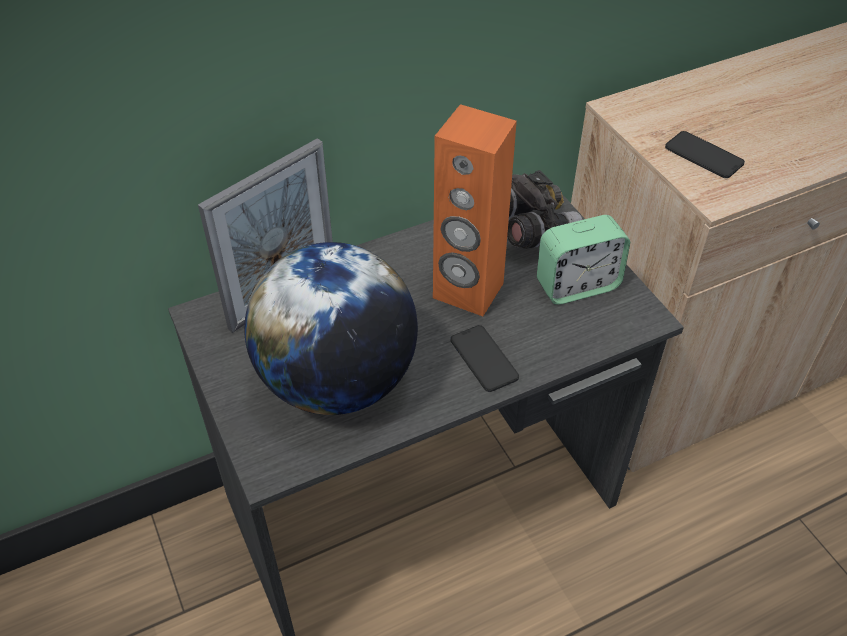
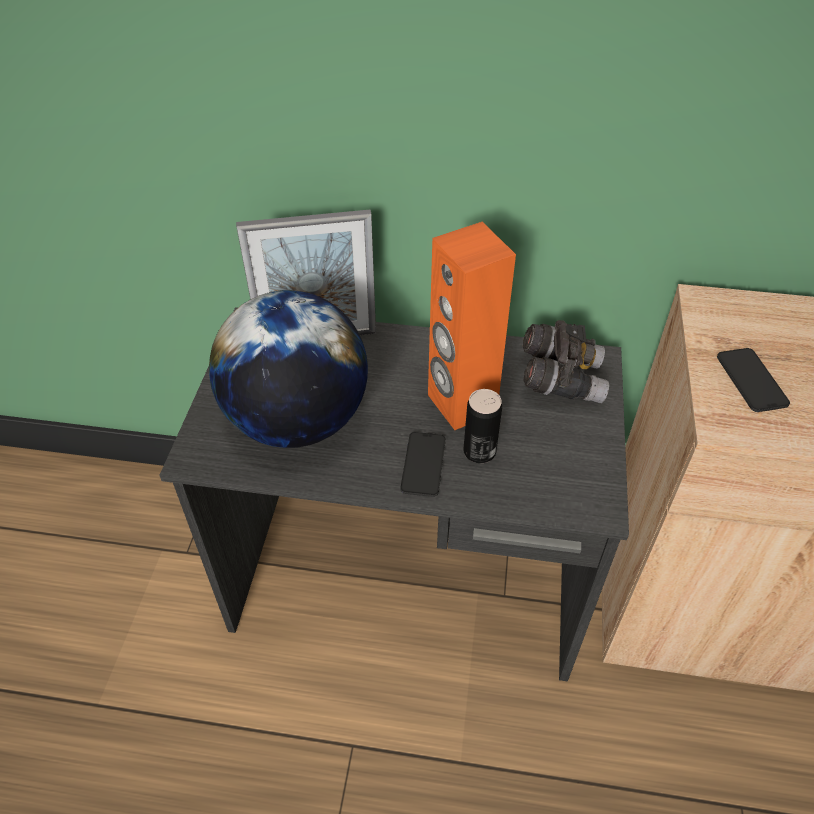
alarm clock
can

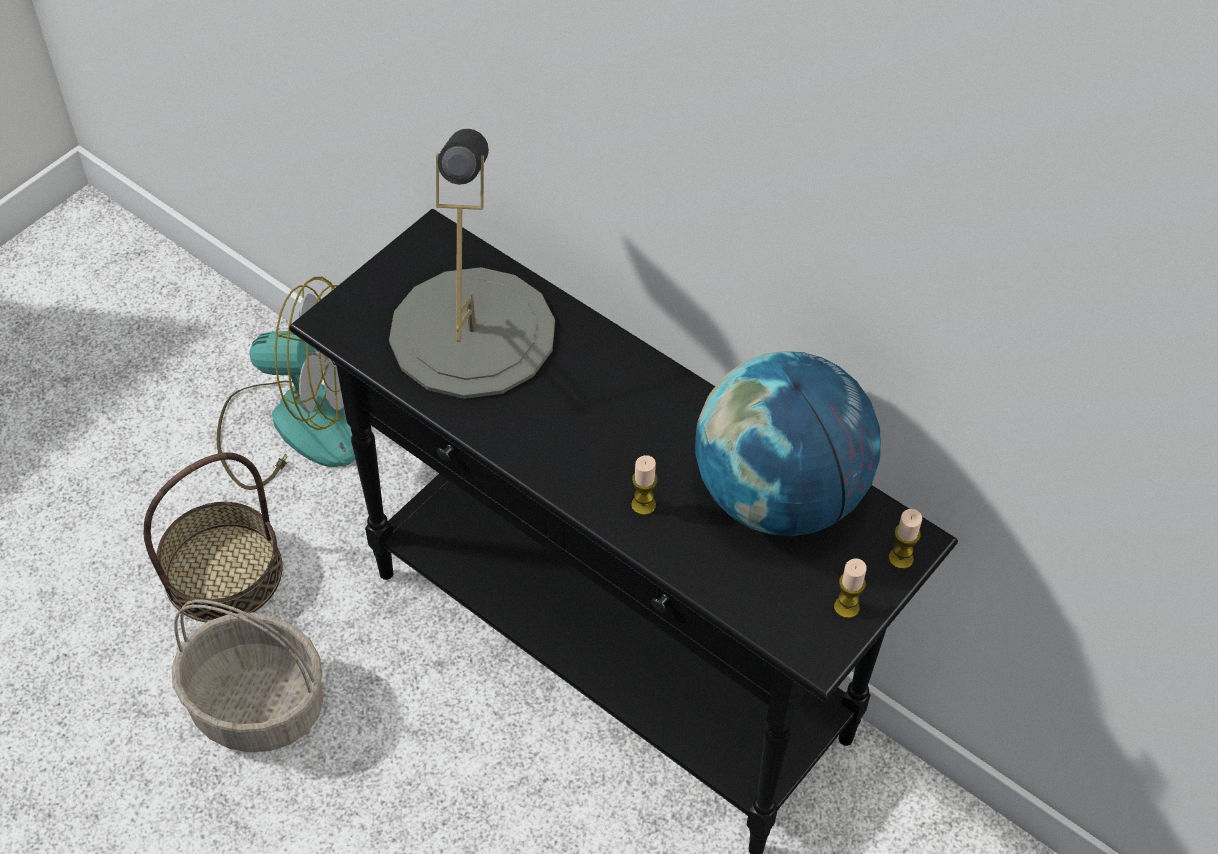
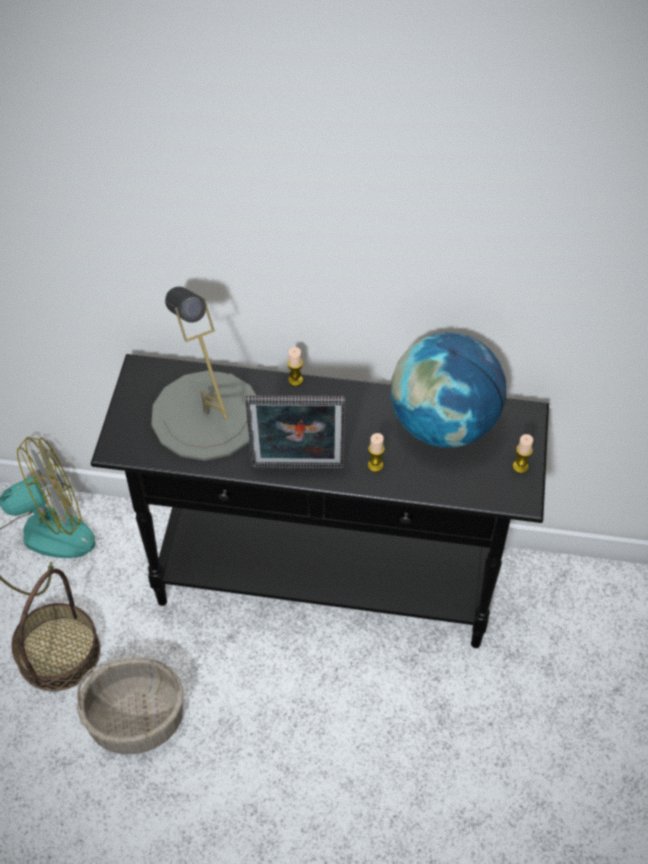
picture frame
candle (no. 1 from left)

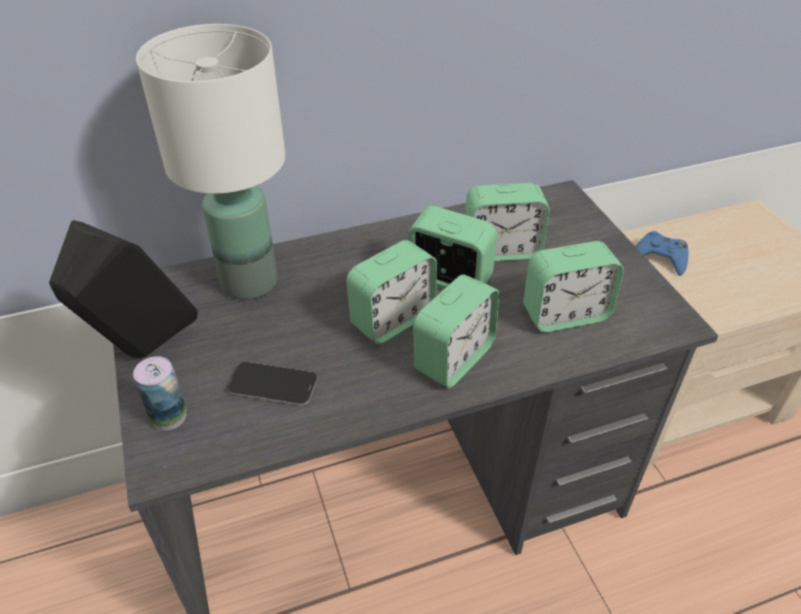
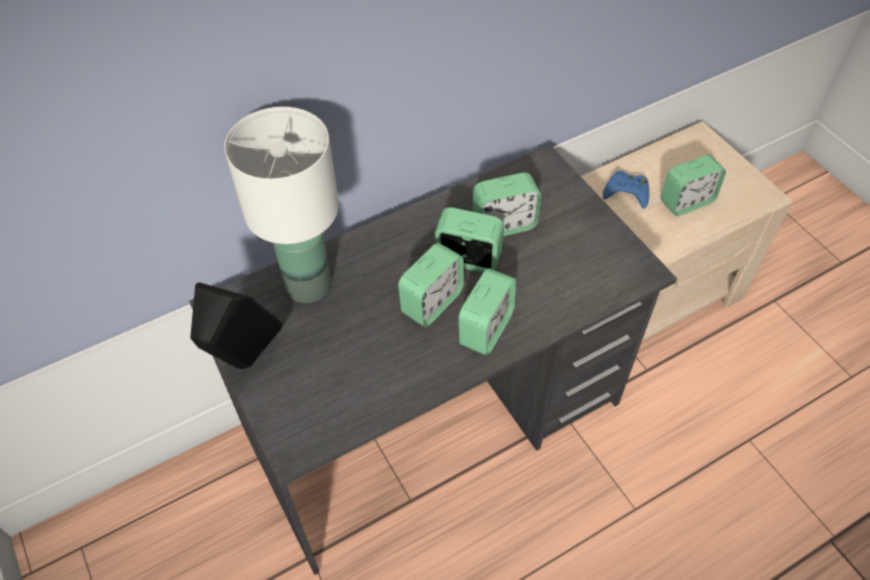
can
phone
alarm clock (no. 5 from left)

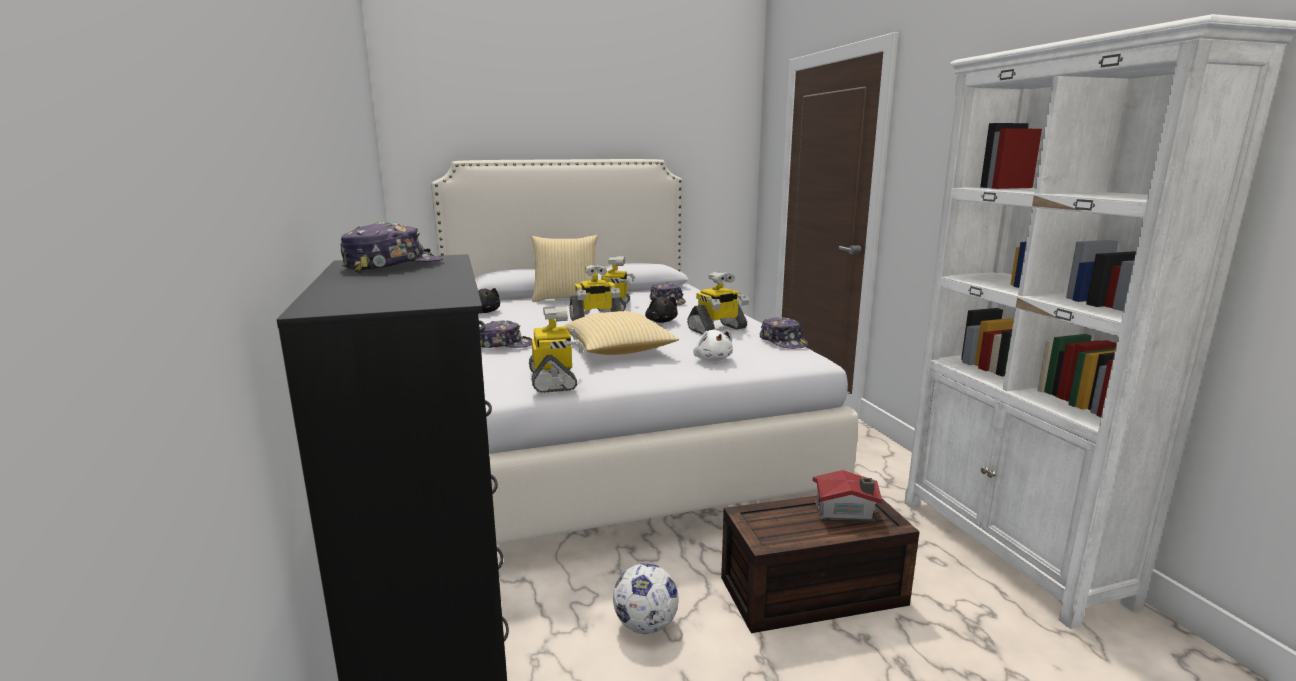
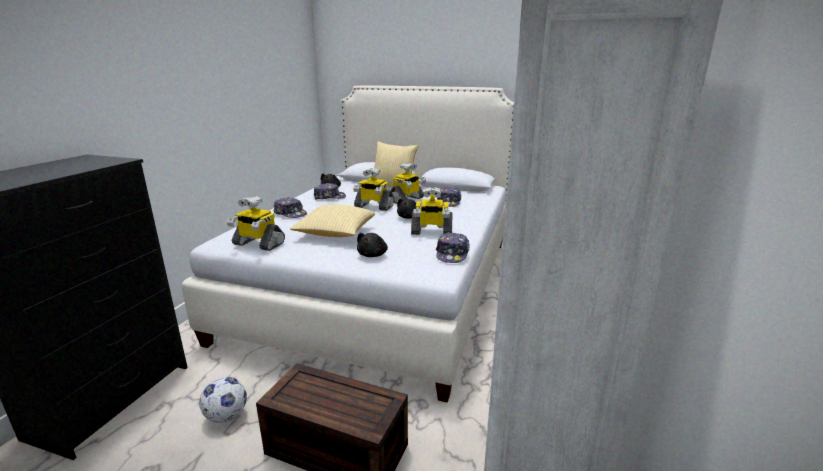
toy house
cap (no. 2 from left)
black plush toy (no. 2 from left)
toy robot (no. 1 from left)

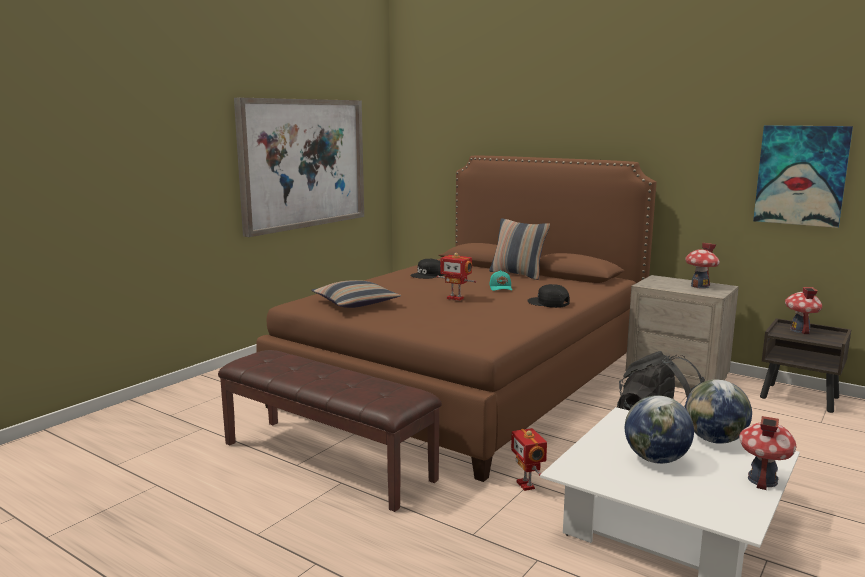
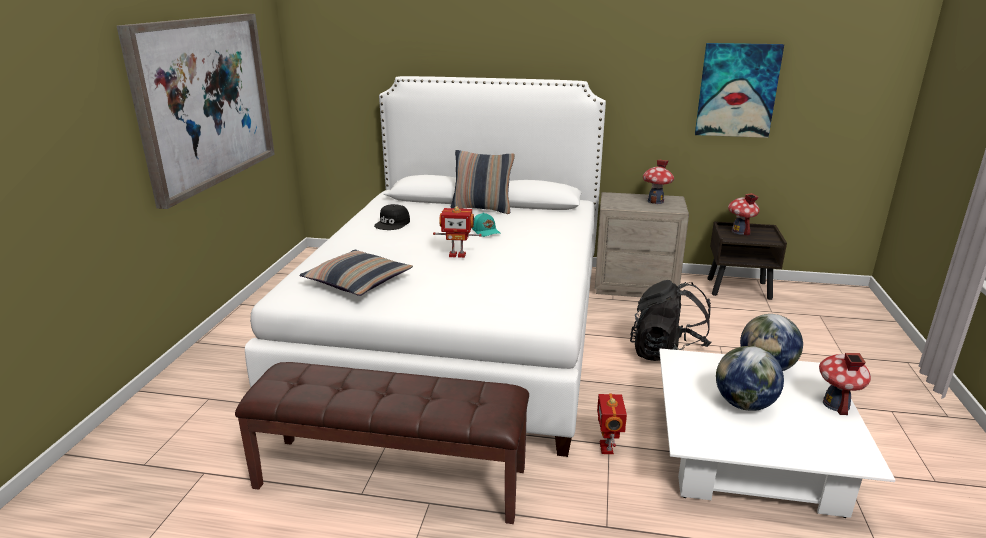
black cap (no. 2 from left in the first image)
white bed
toy robot (no. 2 from left)

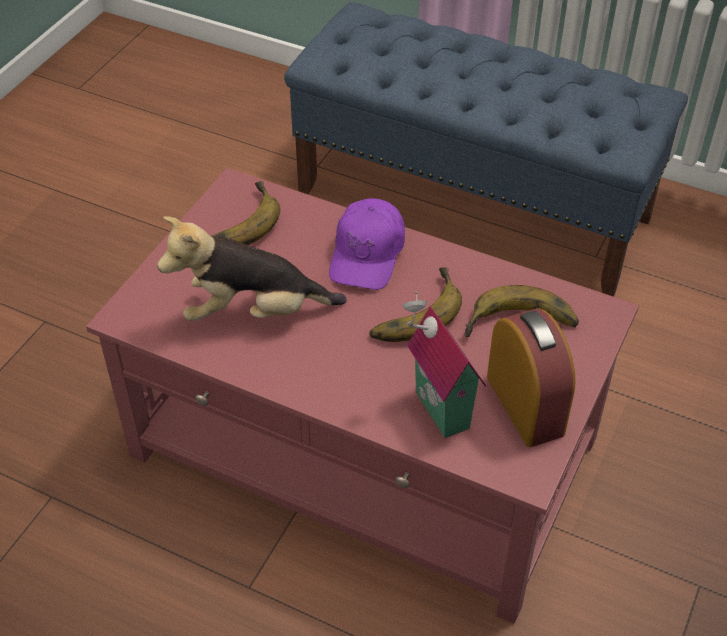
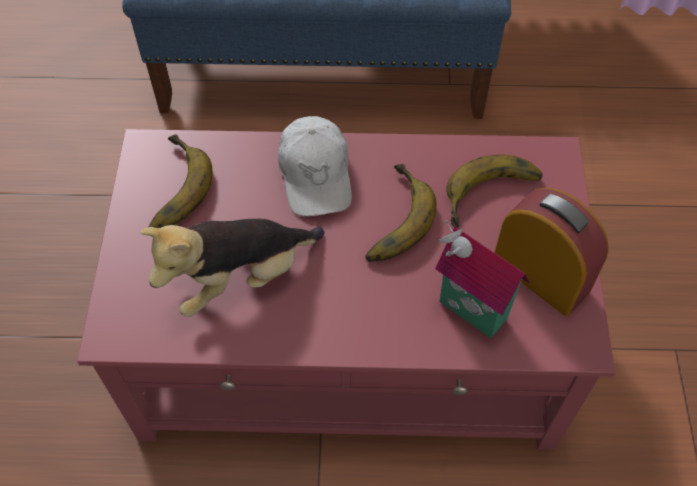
white cap

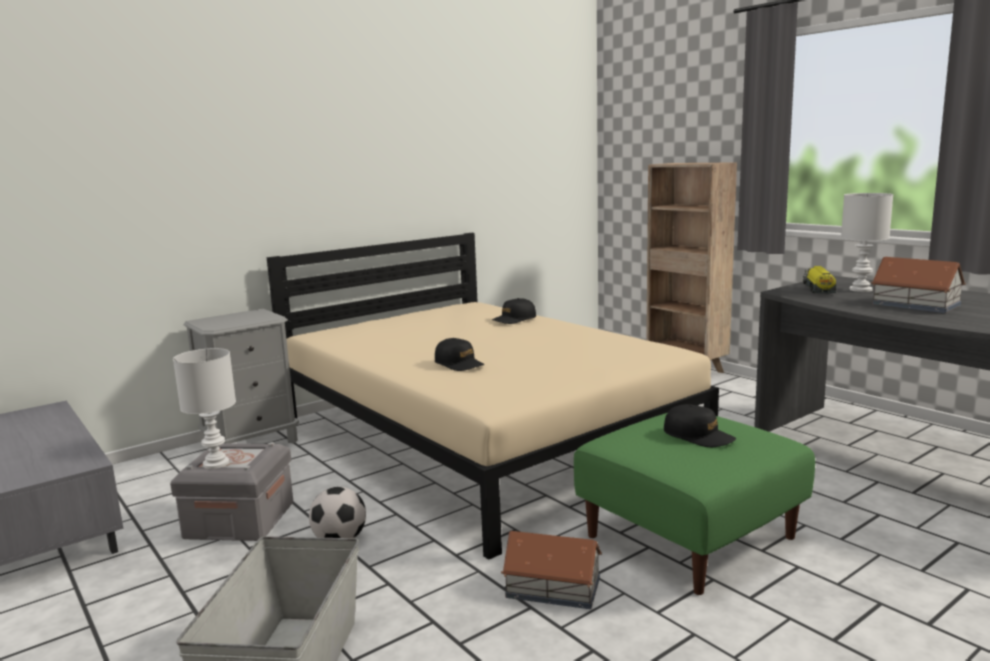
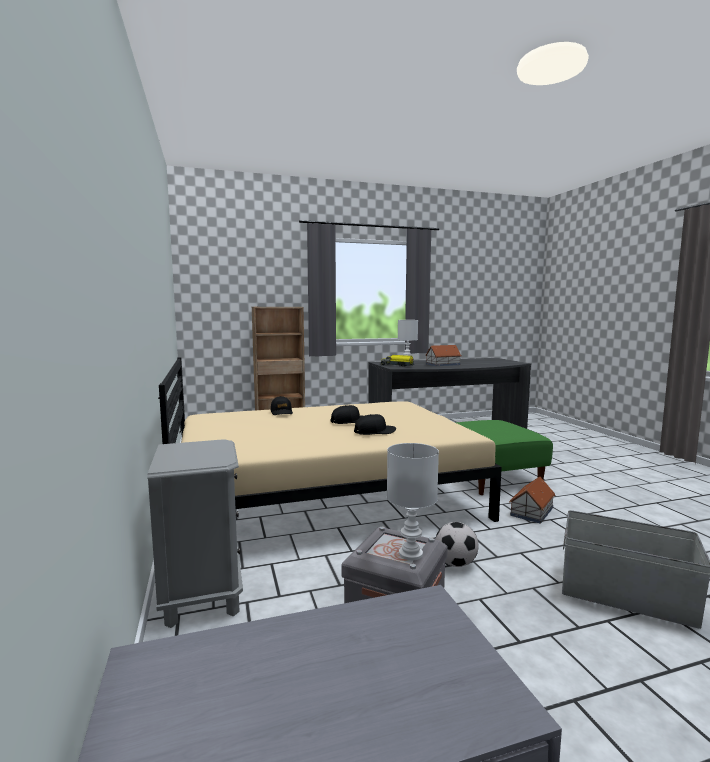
black cap (no. 2 from left)

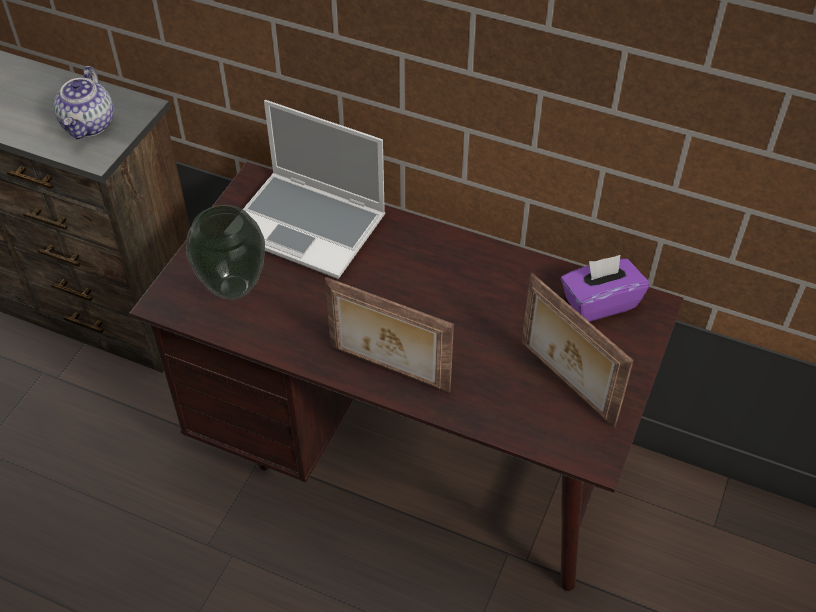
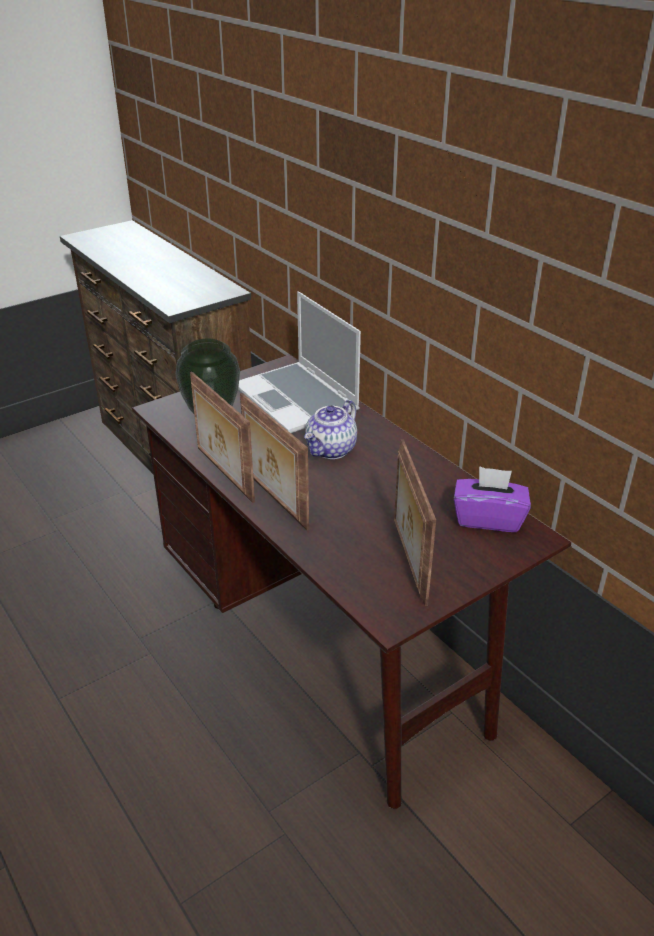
picture frame (no. 1 from left)
teapot

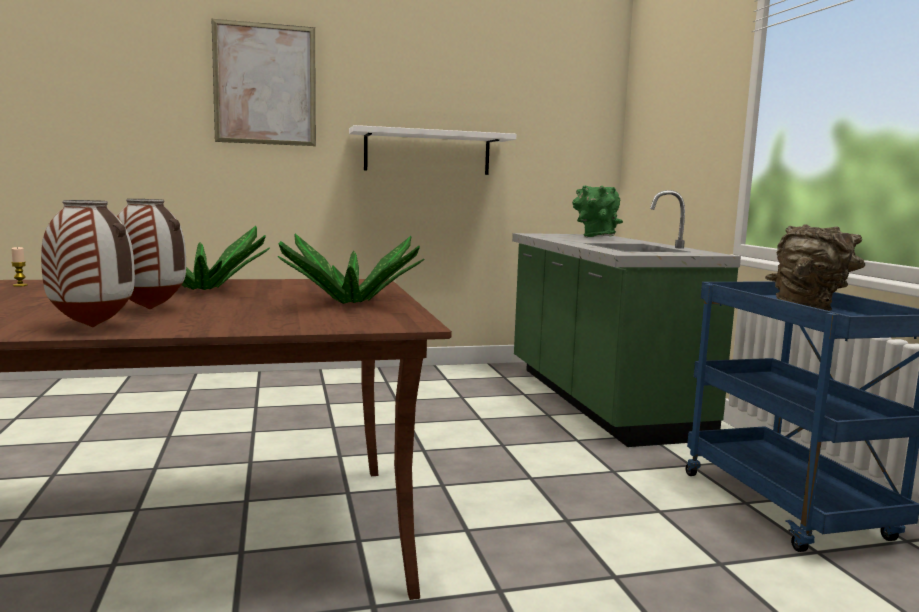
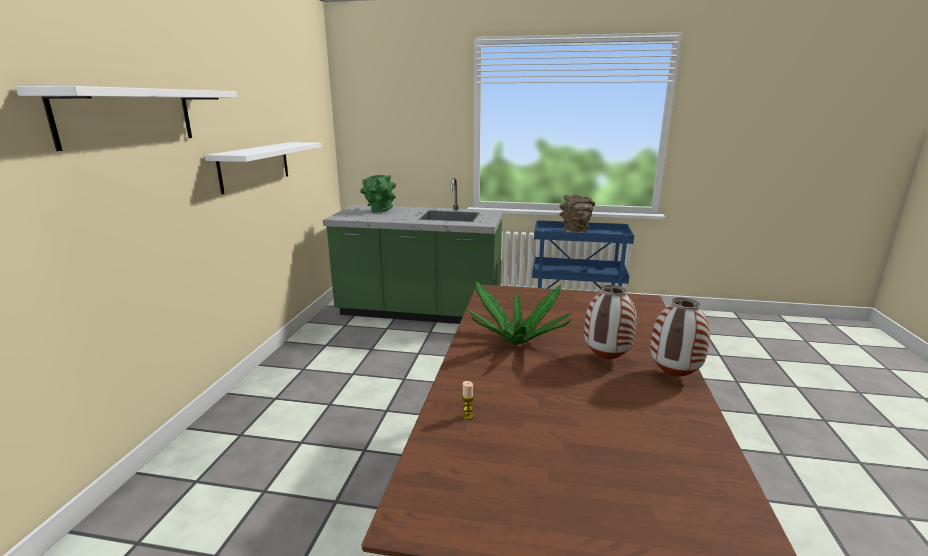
potted plant (no. 2 from left in the first image)
white shelf (no. 1 from left)

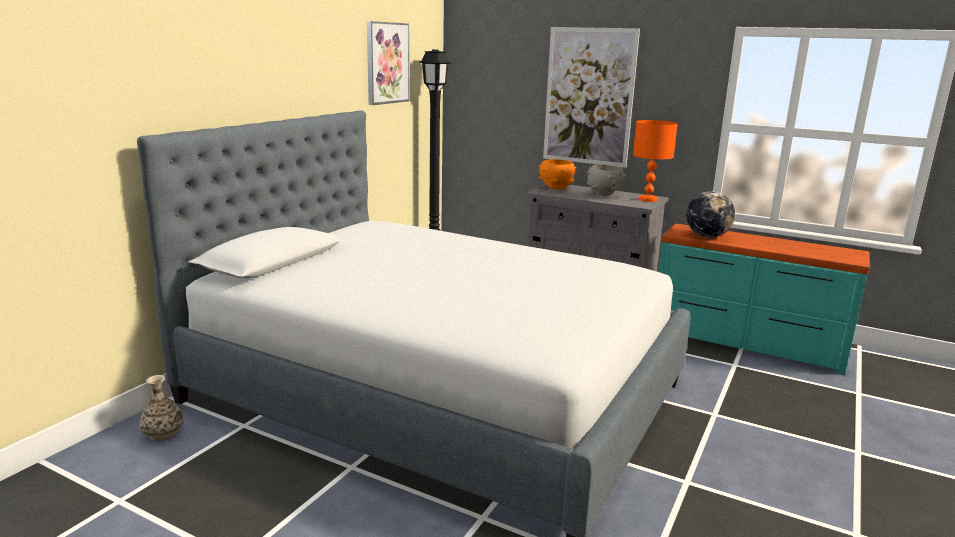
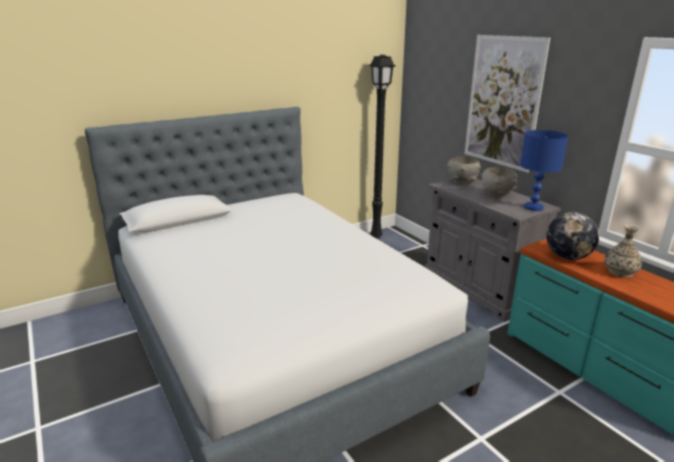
picture (no. 1 from left in the first image)
vase
grey bowl (no. 1 from left)
blue table lamp

